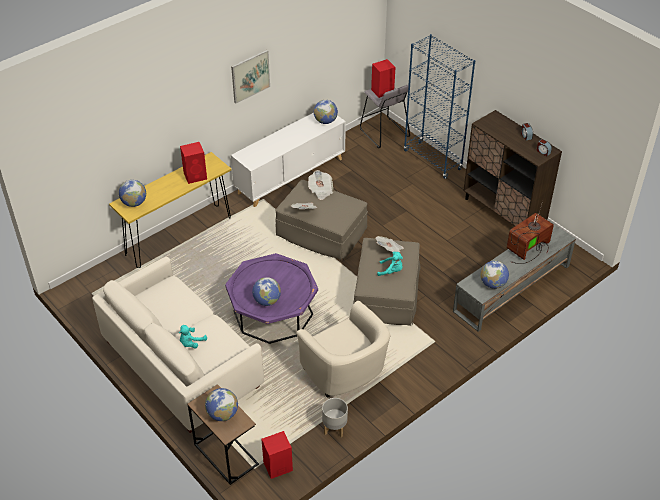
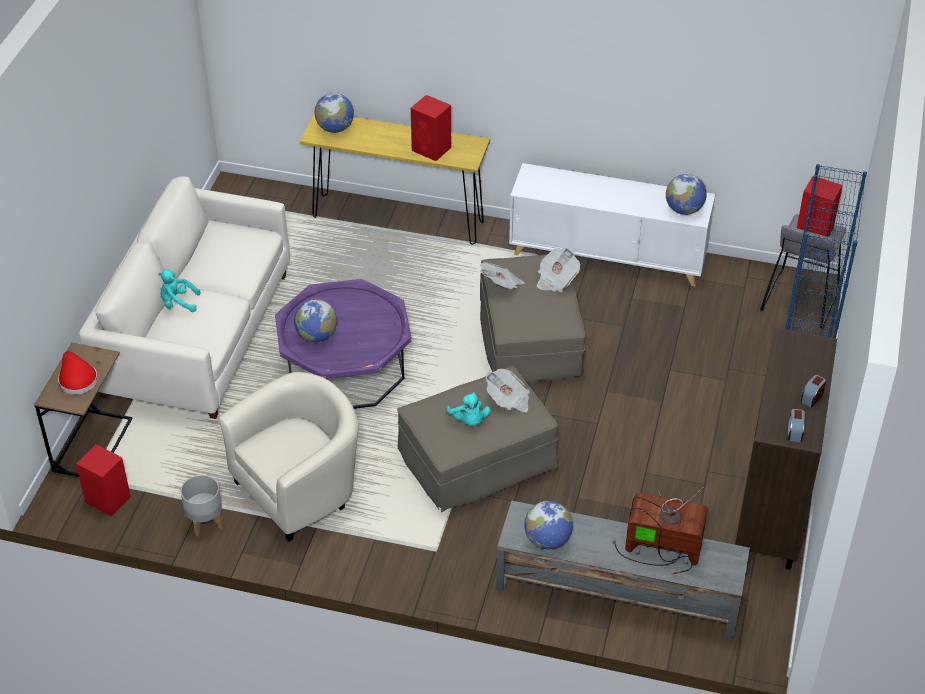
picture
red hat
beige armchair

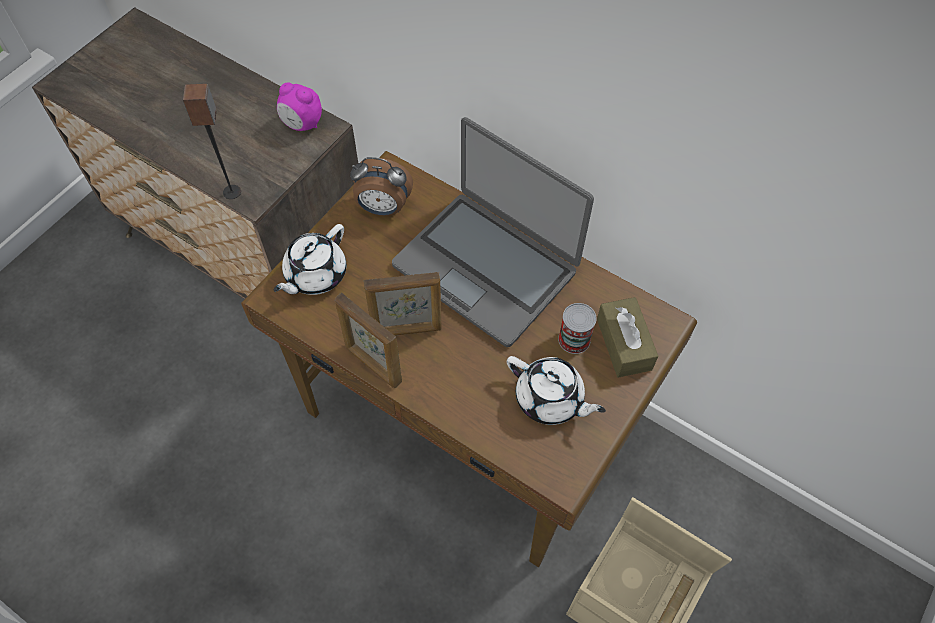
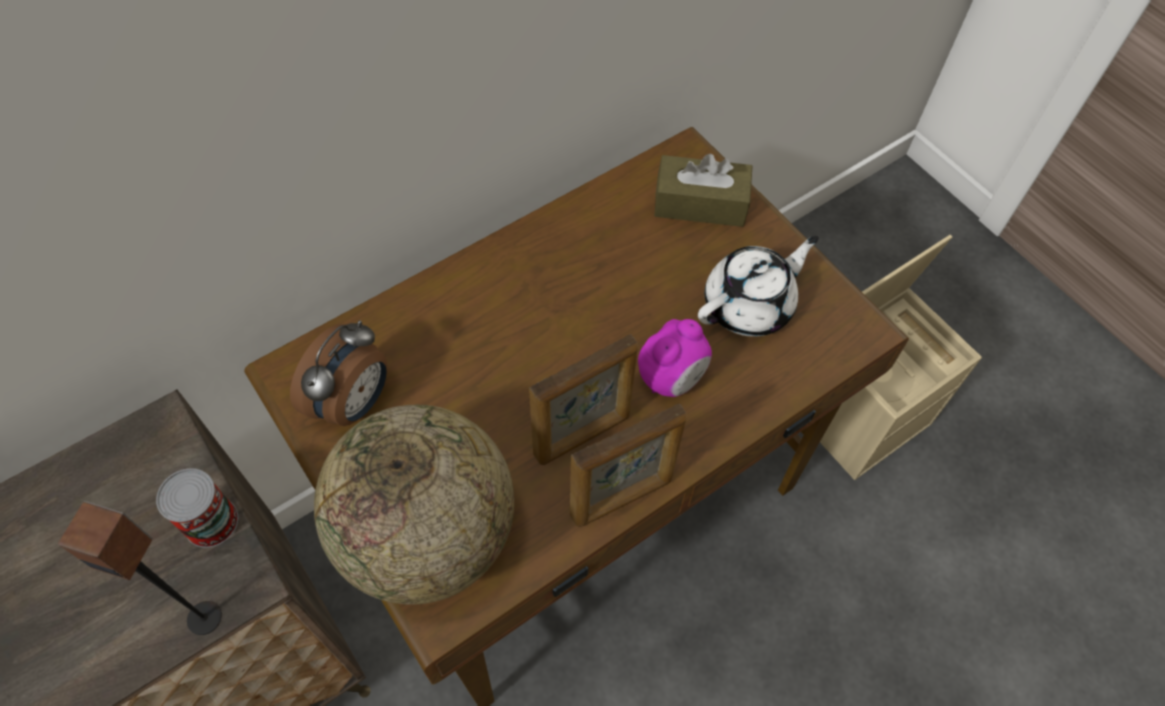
laptop
alarm clock (no. 2 from left)
can
globe
picture frame (no. 1 from left)

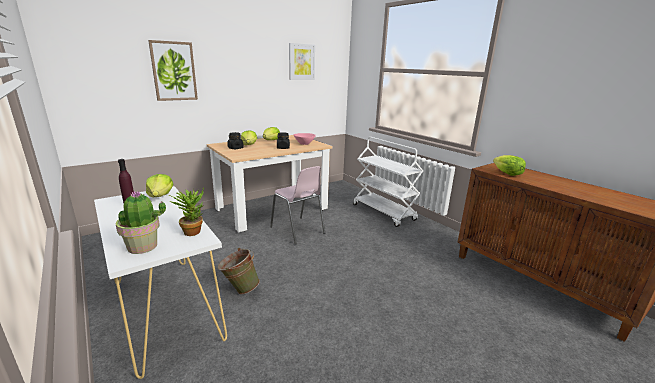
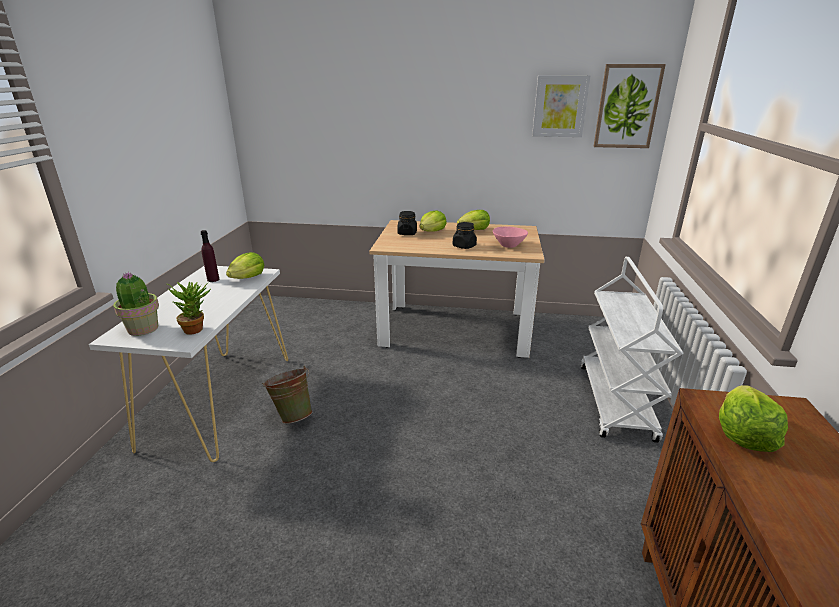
pink chair
picture (no. 2 from left)

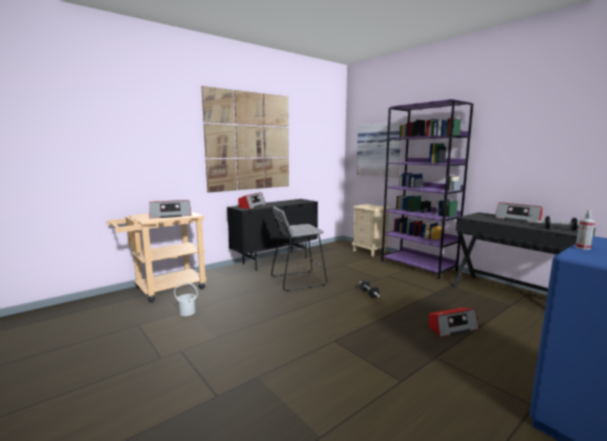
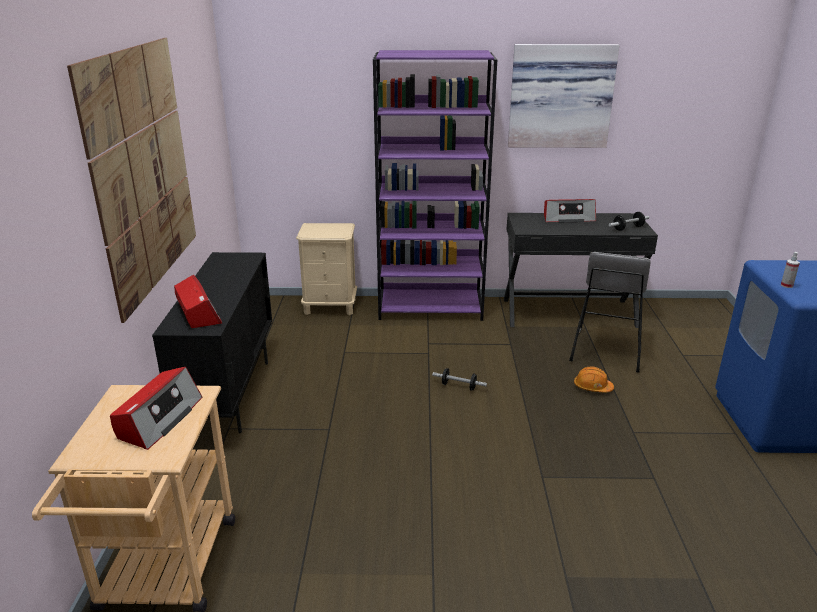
white bucket
grey stool
picture (no. 2 from left)
orange hard hat

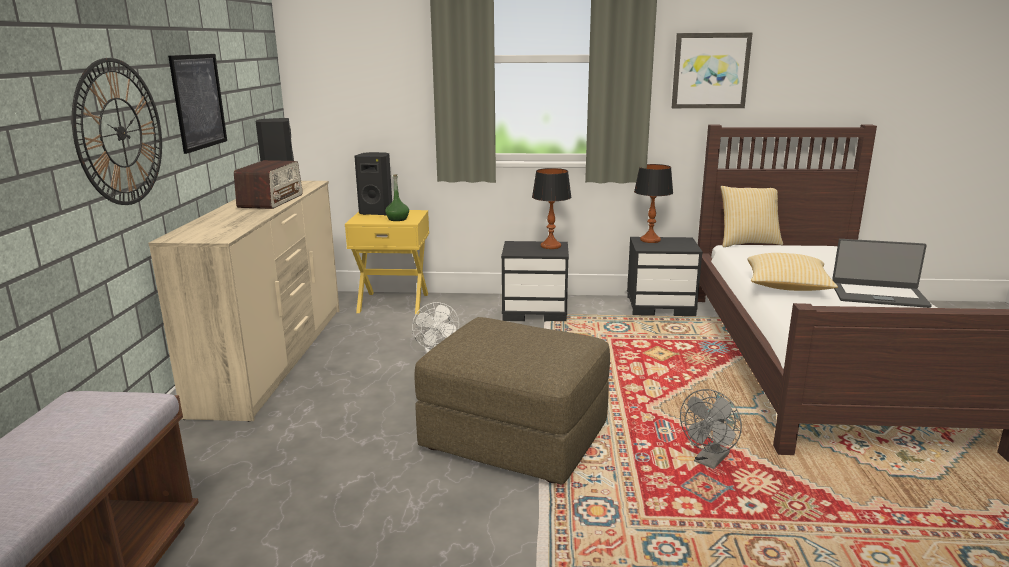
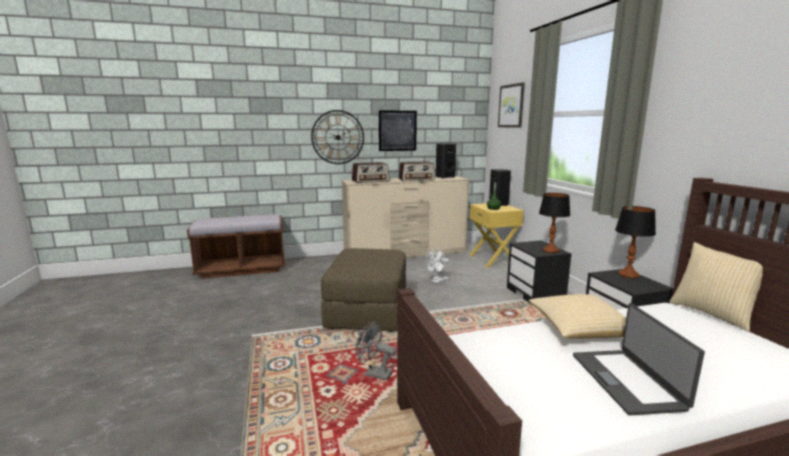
radio (no. 1 from left)
picture (no. 2 from left)

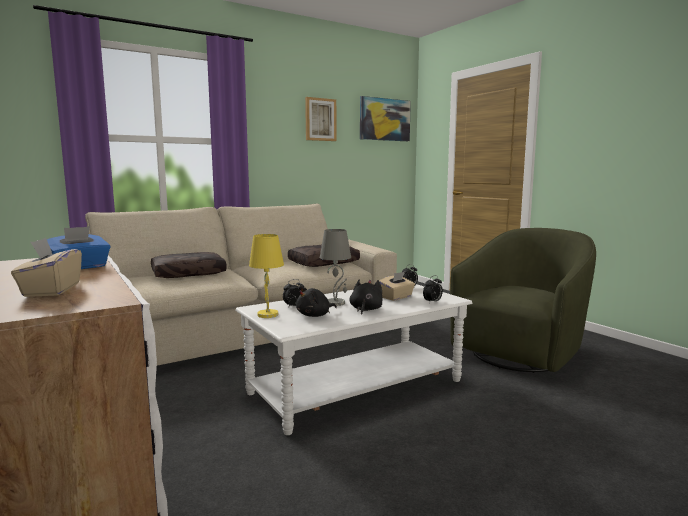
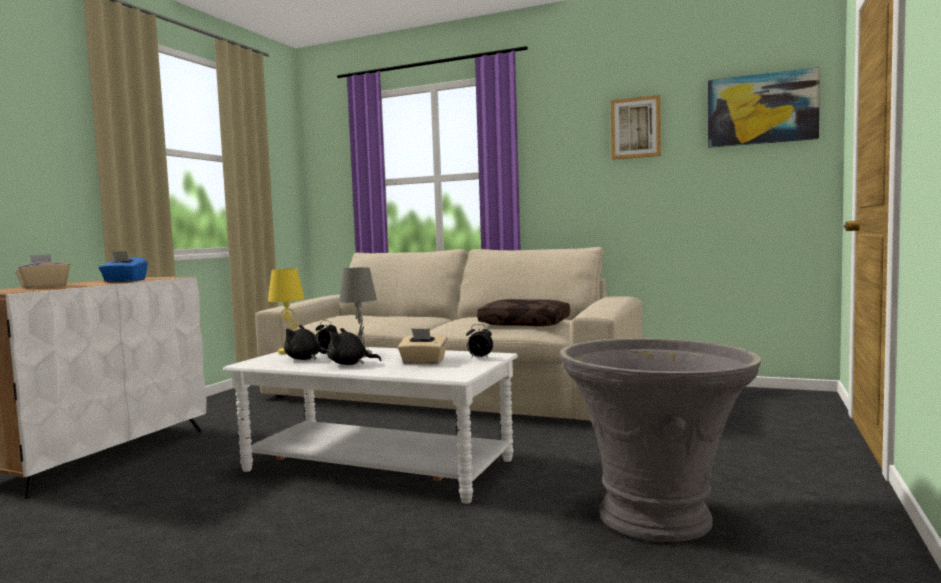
brown pillow (no. 1 from left in the first image)
alarm clock (no. 3 from left in the first image)
grey planter
black plush toy (no. 2 from left)

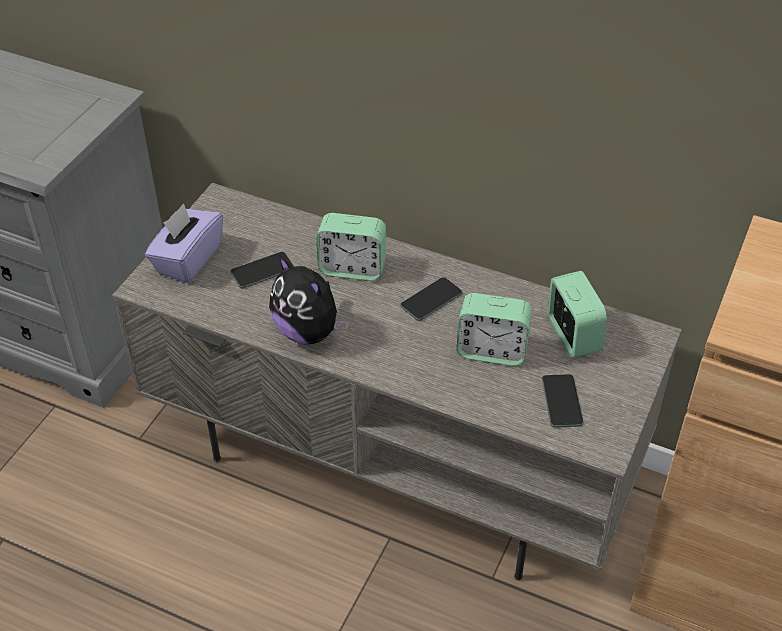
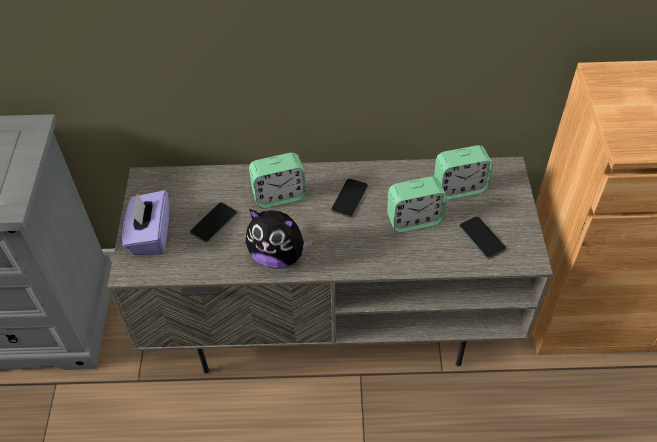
alarm clock (no. 3 from left)

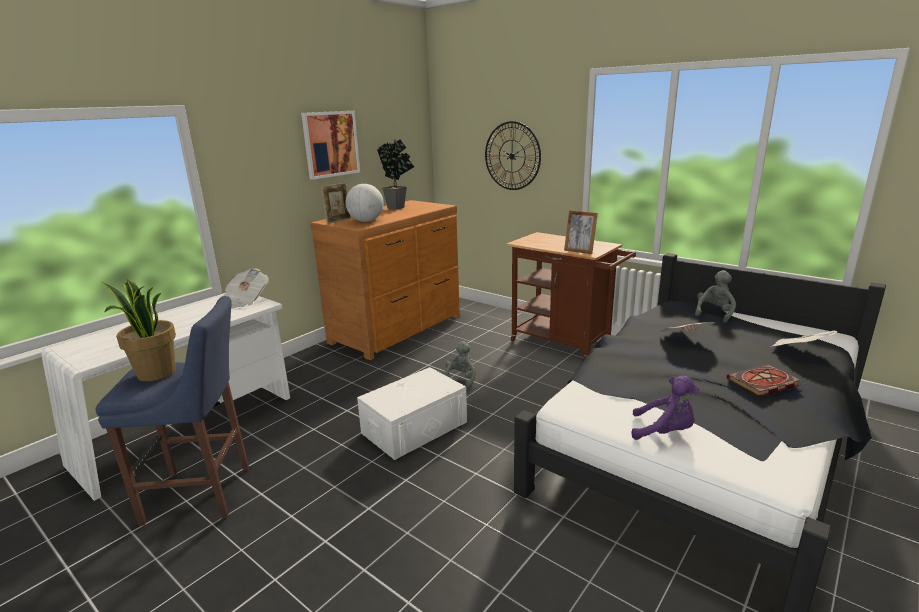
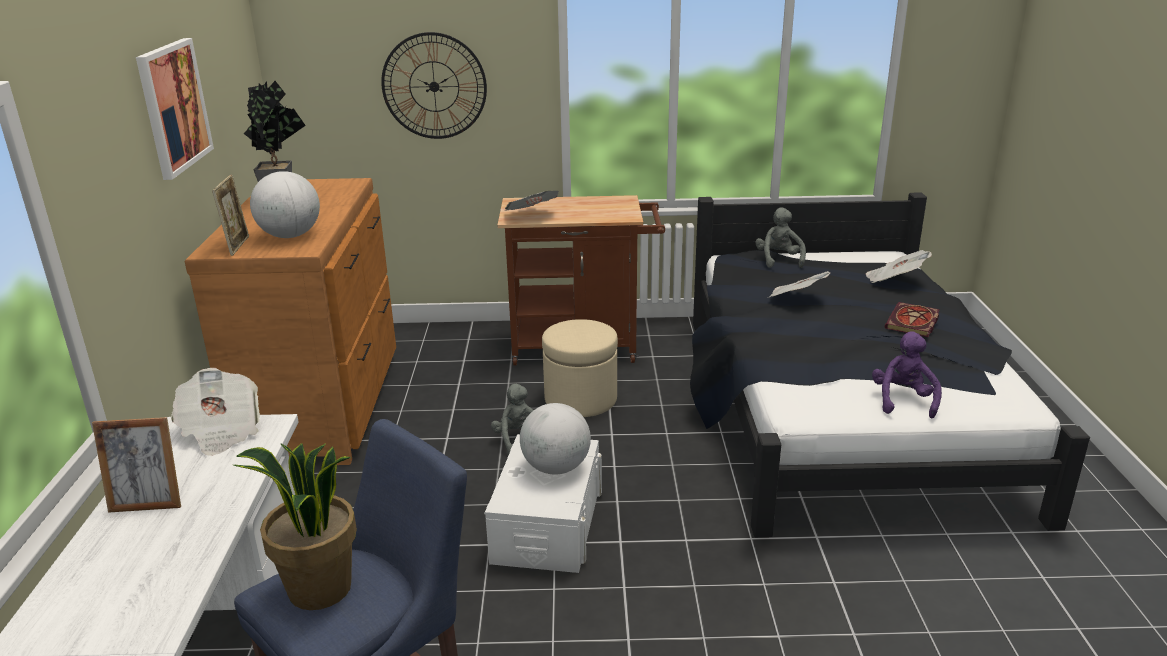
newspaper (no. 2 from left)
globe (no. 2 from left)
beige ottoman
picture frame (no. 1 from left)
purple plush toy

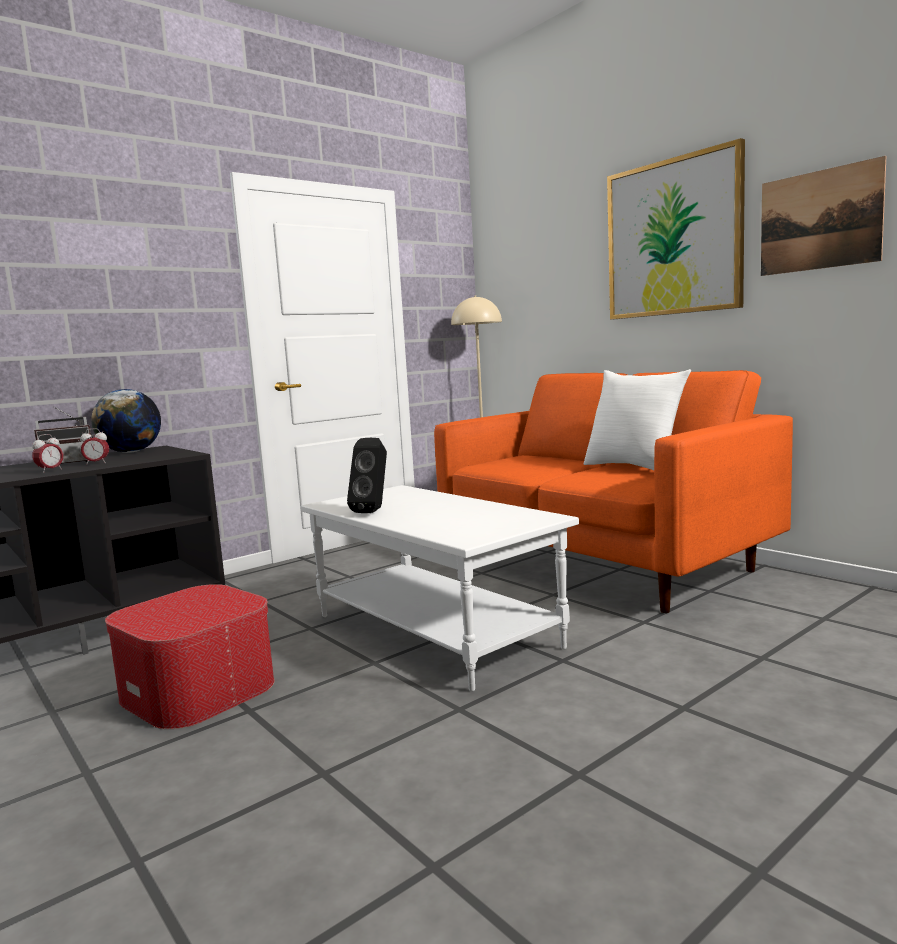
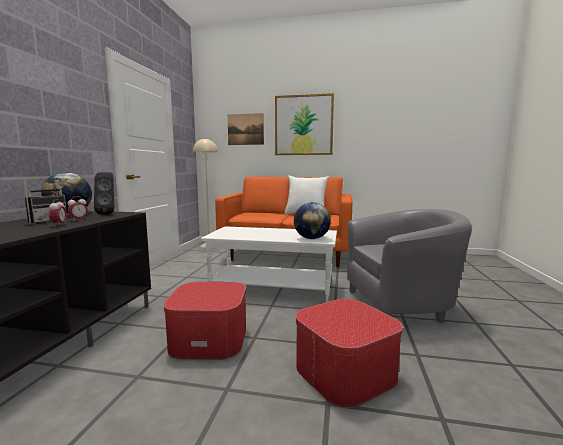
globe (no. 2 from left)
ottoman (no. 2 from left)
grey armchair
black speaker
picture (no. 1 from left)

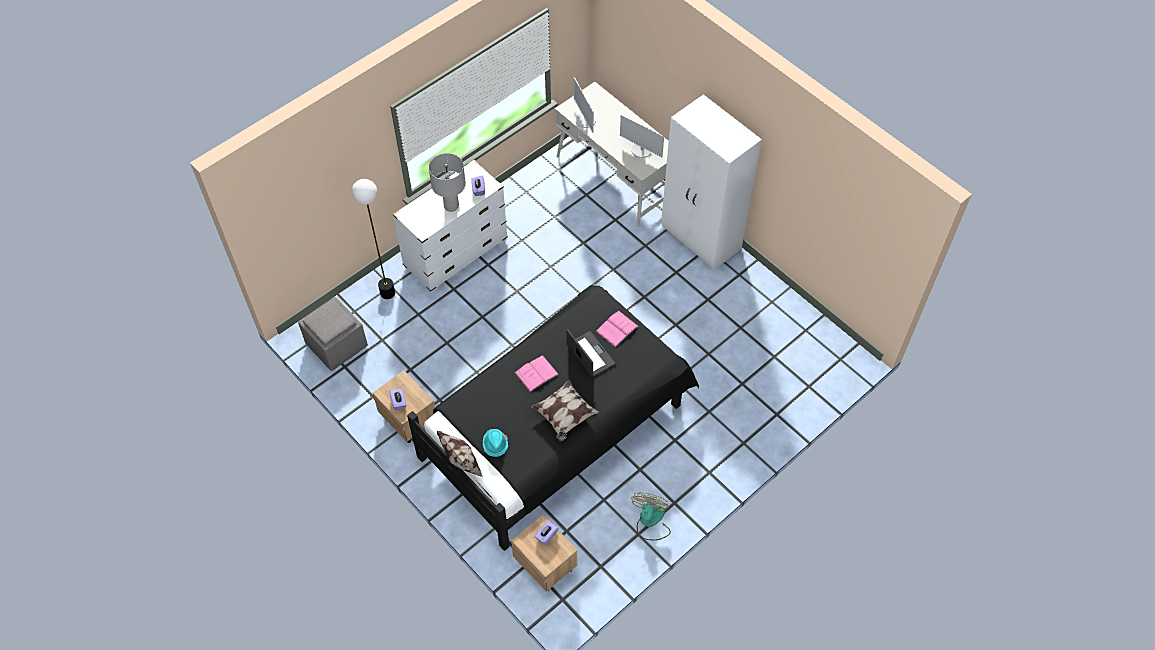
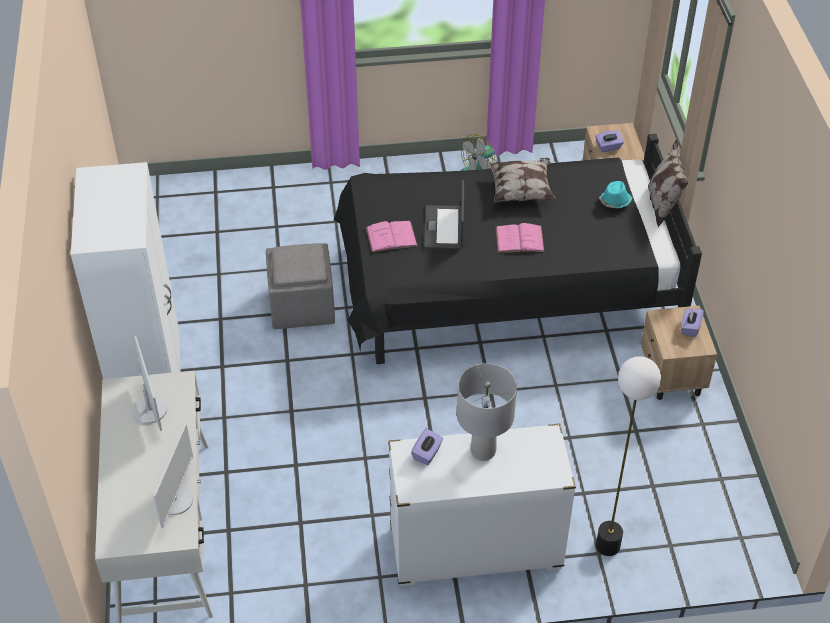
grey ottoman

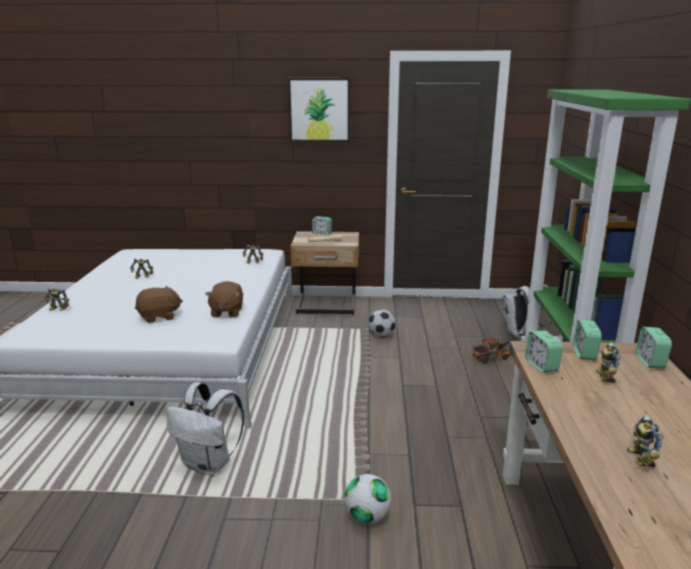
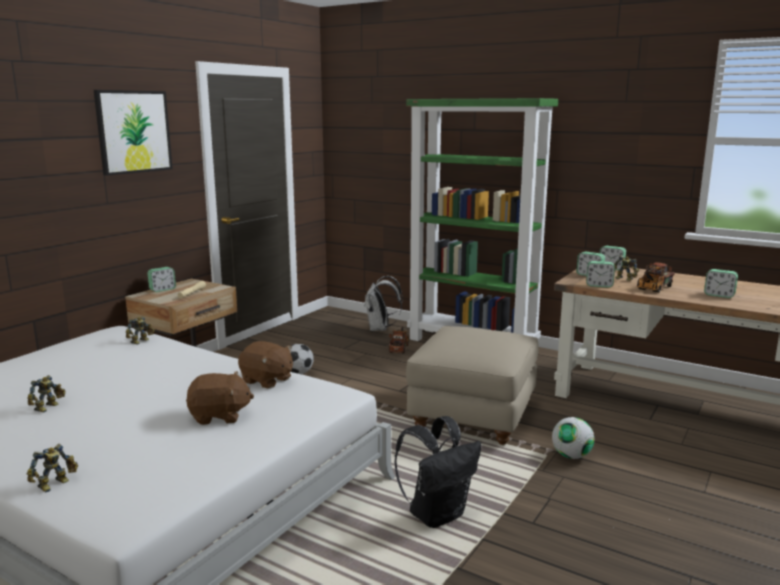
beige ottoman
toy truck (no. 2 from left)
alarm clock (no. 5 from left)
black backpack
brown plush toy (no. 1 from left)

